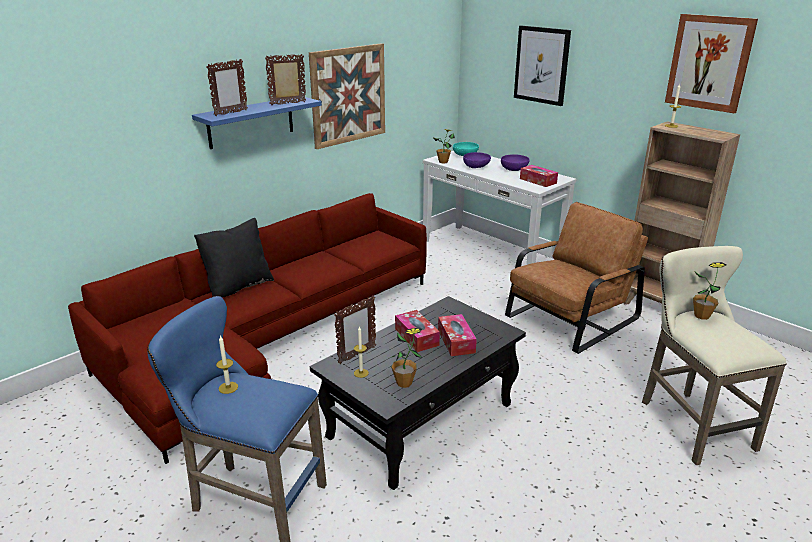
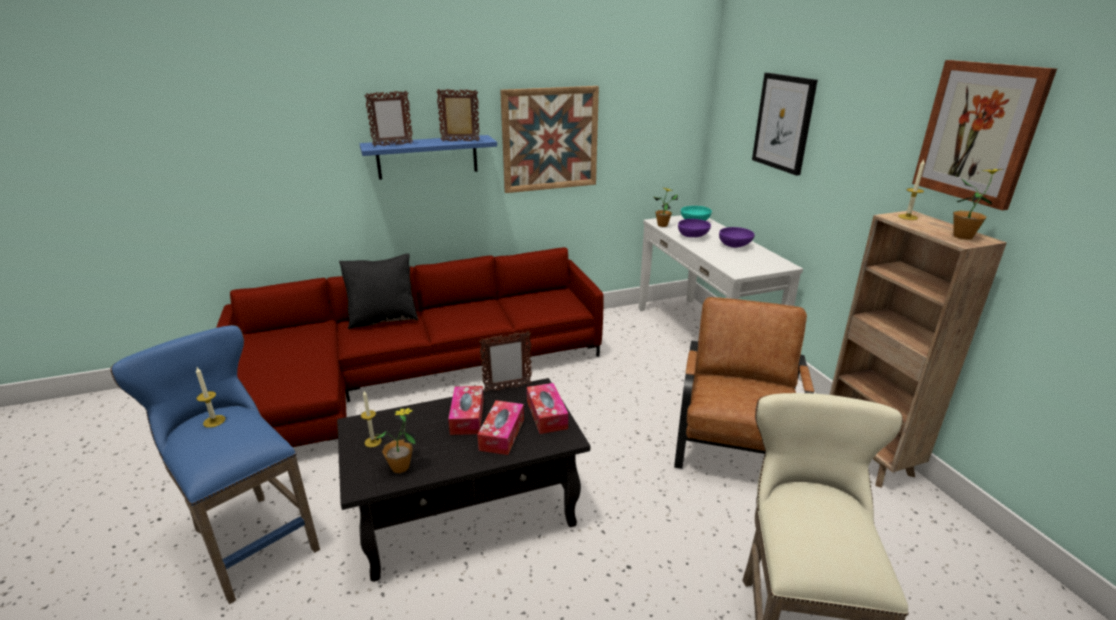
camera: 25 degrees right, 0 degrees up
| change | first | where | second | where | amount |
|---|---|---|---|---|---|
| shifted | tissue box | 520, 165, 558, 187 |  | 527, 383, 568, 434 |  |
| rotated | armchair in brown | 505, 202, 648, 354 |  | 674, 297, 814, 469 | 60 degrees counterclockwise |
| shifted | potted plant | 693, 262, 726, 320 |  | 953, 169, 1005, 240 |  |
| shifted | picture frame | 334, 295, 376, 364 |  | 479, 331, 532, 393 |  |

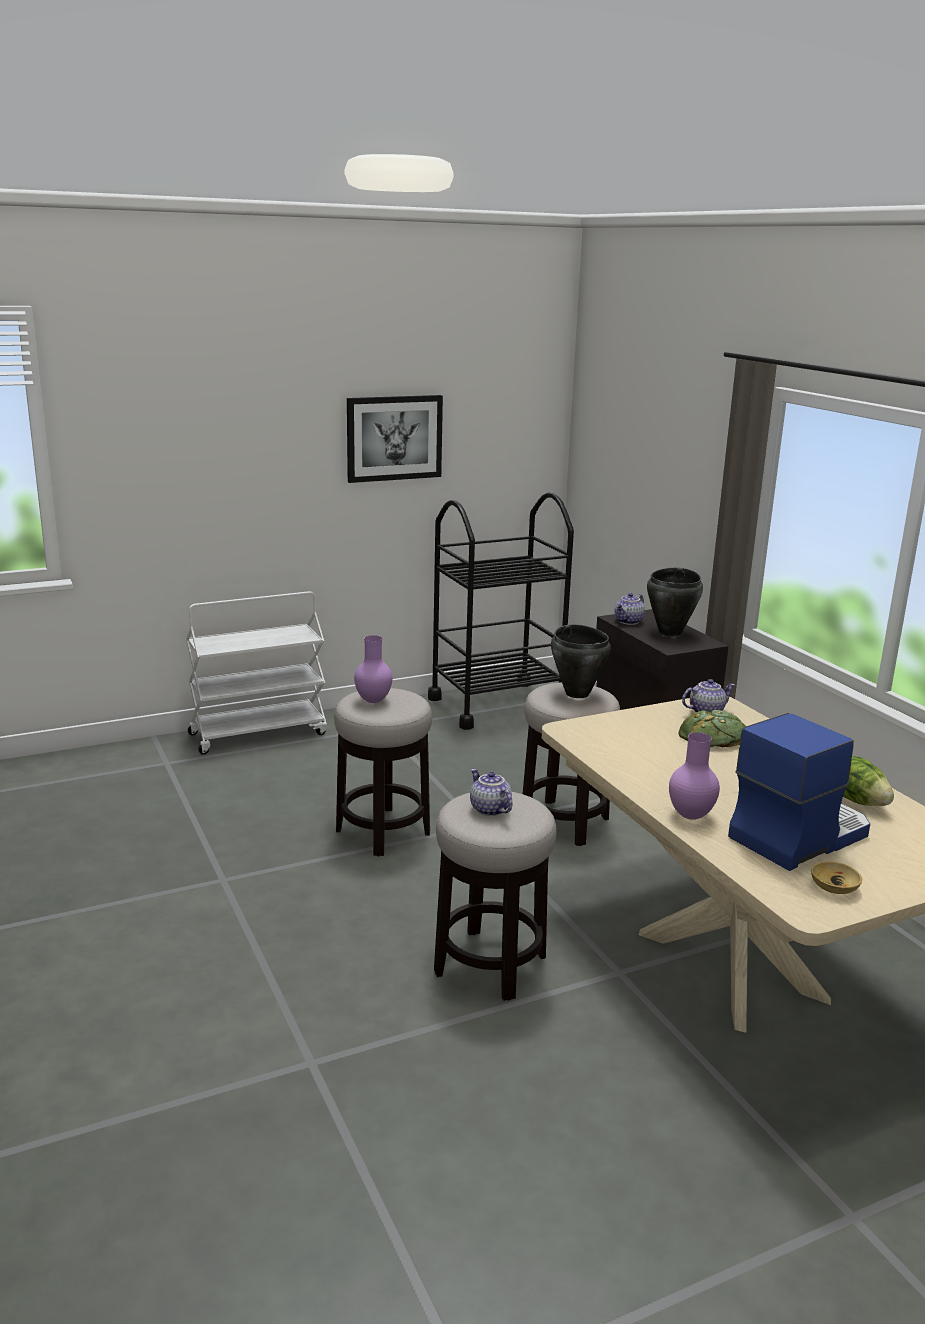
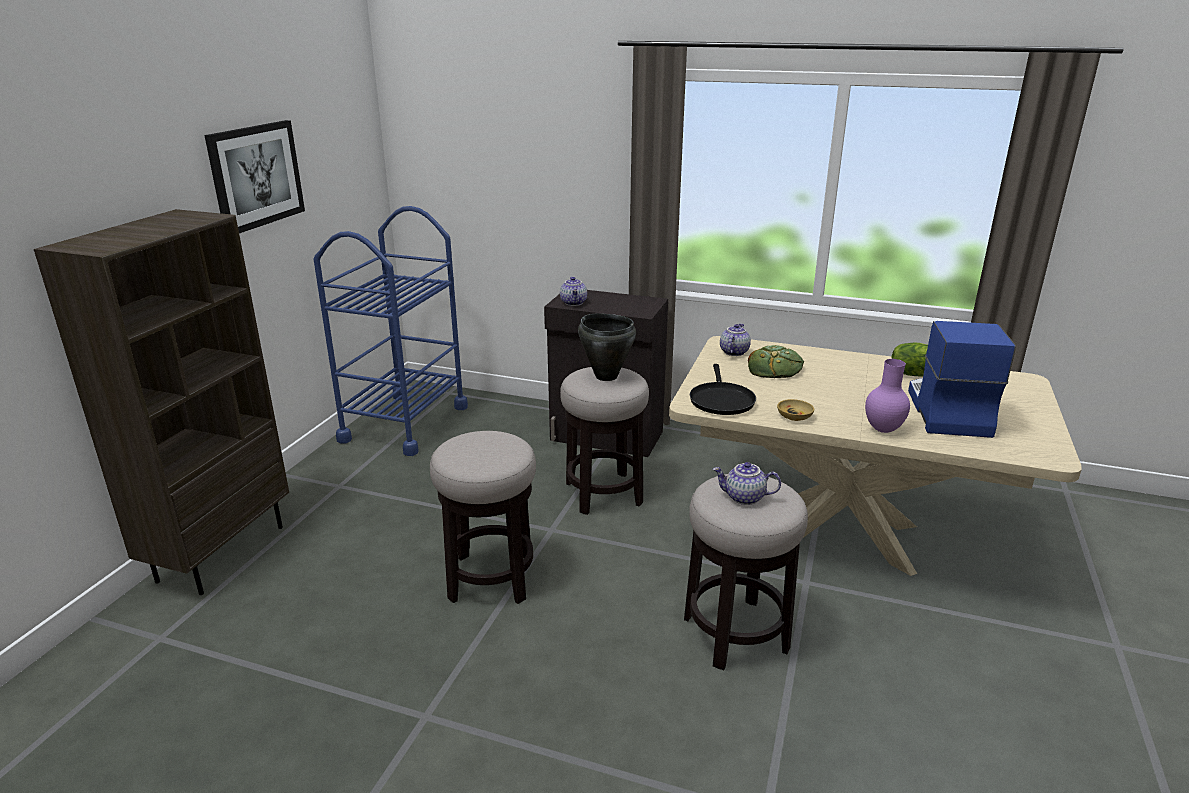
camera: 45 degrees left, 5 degrees up
| change | first | where | second | where | amount |
|---|---|---|---|---|---|
| repainted | cart in black | 428, 493, 574, 730 | cart in blue | 314, 206, 468, 456 |  |
| gone | cooking pot in black | 647, 568, 703, 636 |  |  |  |
| swapped | cart in white | 186, 591, 327, 755 | bookcase in brown | 34, 209, 289, 595 |  |
| gone | vase in purple | 354, 635, 393, 703 |  |  |  |
| shifted | bowl in beige | 811, 862, 862, 894 |  | 777, 399, 814, 421 |  |
| new |  |  | frying pan in black | 690, 364, 756, 415 |  |

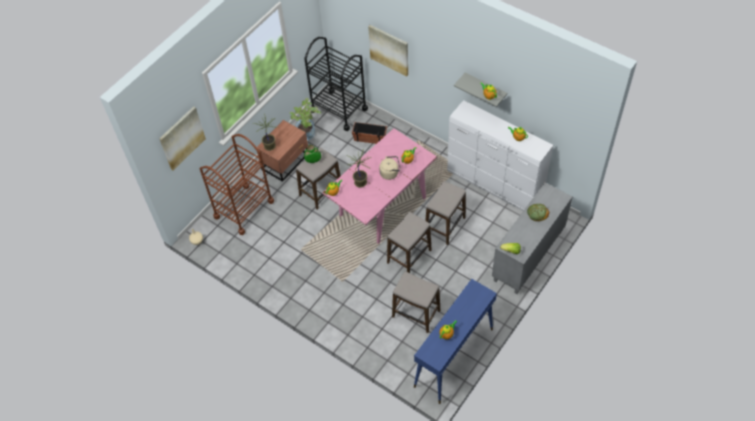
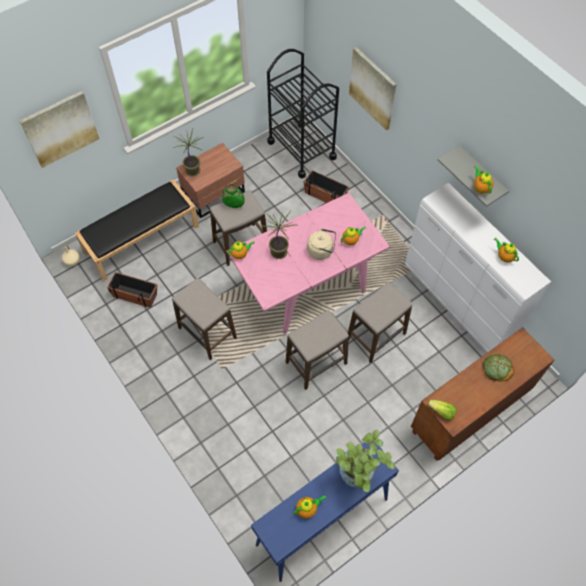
camera: 15 degrees right, 5 degrees up
| change | first | where | second | where | amount |
|---|---|---|---|---|---|
| shifted | potted plant | 289, 98, 321, 140 |  | 336, 429, 395, 492 |  |
| swapped | cart in brown | 200, 134, 274, 235 | bench in black | 75, 180, 199, 281 |  |
| repainted | cabinet in grey | 492, 183, 573, 294 | cabinet in brown | 411, 327, 555, 461 |  |
| shifted | stool | 392, 271, 440, 333 |  | 172, 278, 237, 360 |  |
| new |  |  | planter | 107, 272, 158, 308 |  |

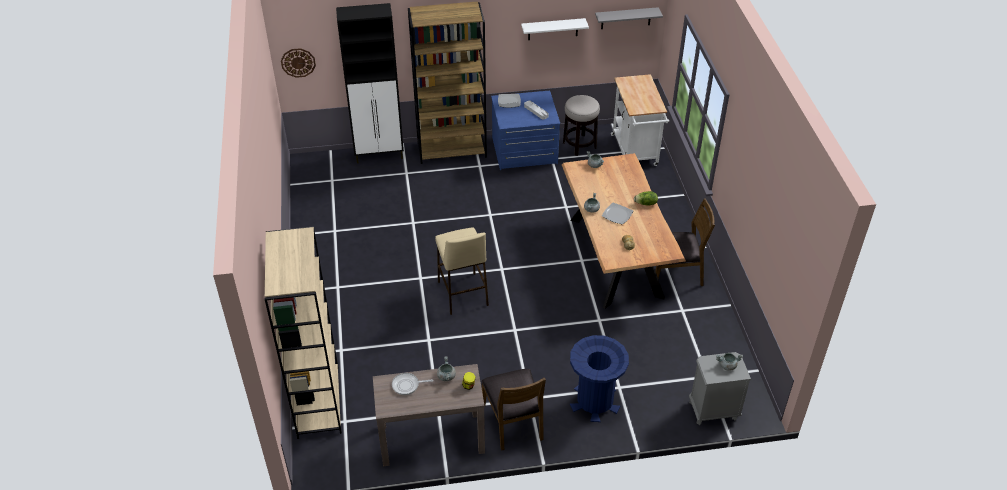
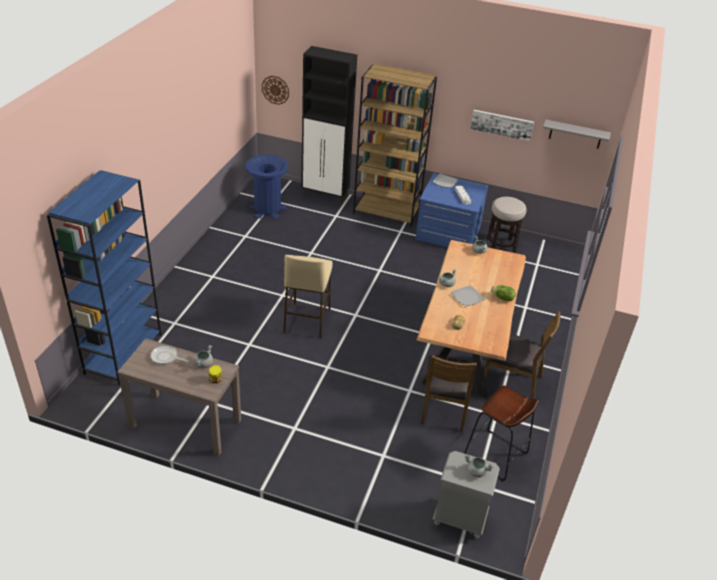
camera: 25 degrees right, 5 degrees down
| change | first | where | second | where | amount |
|---|---|---|---|---|---|
| swapped | shelf in white | 521, 18, 589, 40 | picture | 470, 110, 534, 141 |  |
| gone | cart in white | 611, 74, 669, 166 |  |  |  |
| repainted | bookcase in beige | 265, 226, 342, 439 | bookcase in blue | 47, 170, 162, 386 |  |
| shifted | trash can in blue | 570, 335, 629, 422 |  | 245, 154, 289, 219 |  |
| shifted | chair in brown | 481, 369, 546, 451 |  | 421, 355, 477, 432 |  |
| new |  |  | stool in brown | 464, 386, 538, 481 |  |

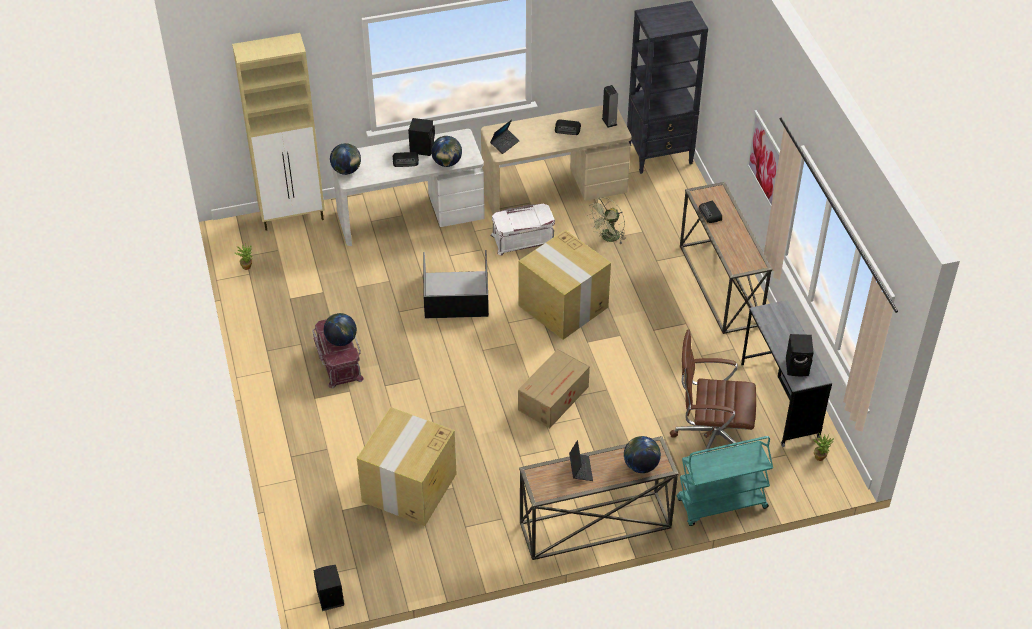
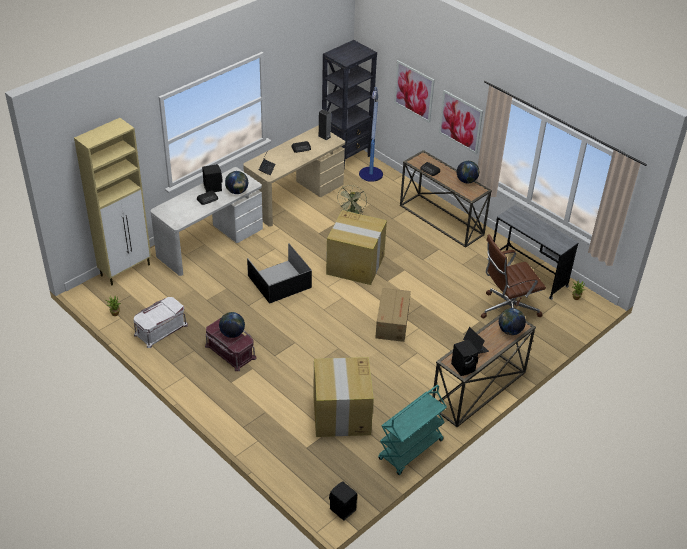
camera: 30 degrees left, 5 degrees down
| change | first | where | second | where | amount |
|---|---|---|---|---|---|
| shifted | globe | 330, 143, 361, 175 |  | 457, 161, 479, 184 |  |
| shifted | storage box in white | 491, 203, 555, 255 |  | 134, 297, 188, 348 |  |
| shifted | speaker in black | 786, 334, 814, 376 |  | 451, 339, 479, 376 |  |
| shifted | cart in turquoise | 677, 436, 773, 526 |  | 378, 385, 447, 475 |  |
| new |  |  | picture | 394, 60, 435, 123 |  |
| new |  |  | floor lamp | 359, 87, 383, 182 |  |

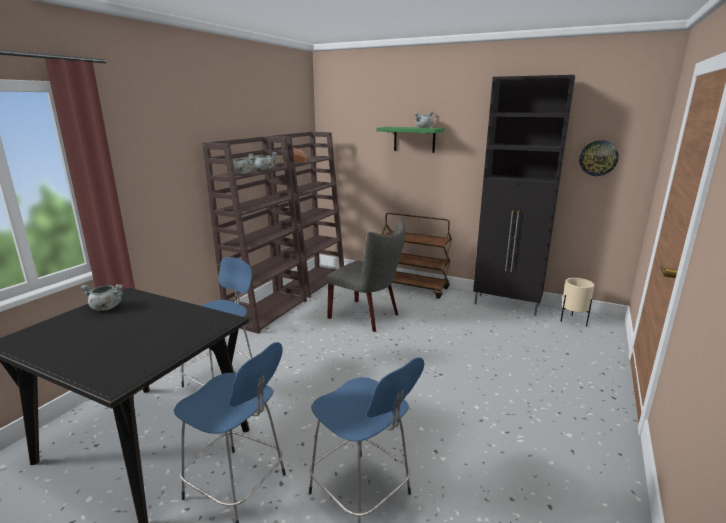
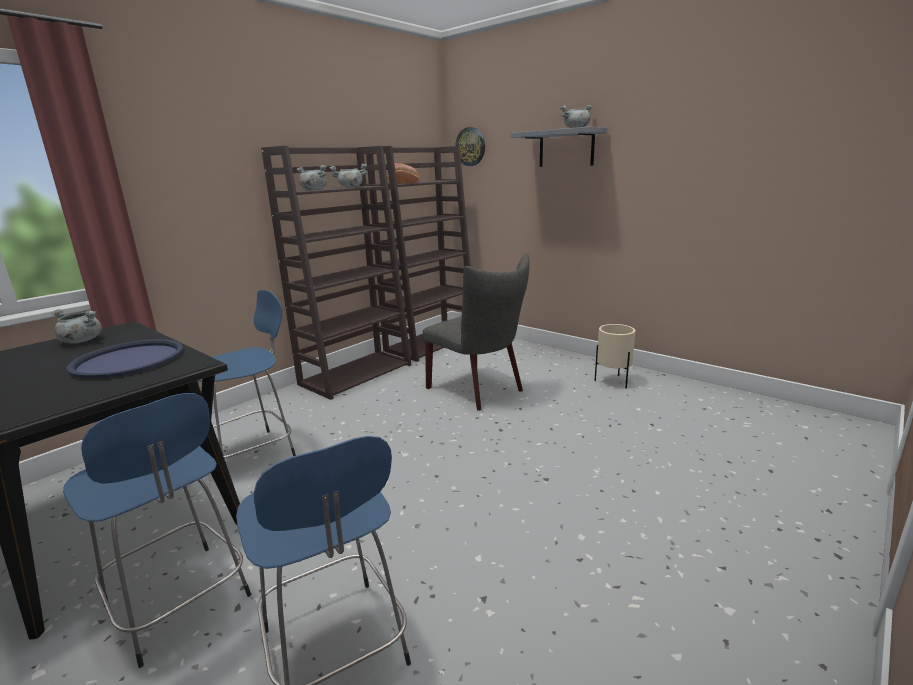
camera: 15 degrees right, 0 degrees up
| change | first | where | second | where | amount |
|---|---|---|---|---|---|
| gone | cabinet in black | 473, 75, 575, 316 |  |  |  |
| repainted | shelf in green | 376, 127, 445, 153 | shelf in grey | 511, 127, 608, 167 |  |
| shifted | wall clock | 579, 140, 619, 176 |  | 455, 127, 485, 166 |  |
| gone | cart in brown | 382, 213, 452, 299 |  |  |  |
| shifted | planter in beige | 560, 278, 594, 327 |  | 594, 324, 635, 389 |  |
| new |  |  | tray in blue | 66, 339, 183, 379 |  |

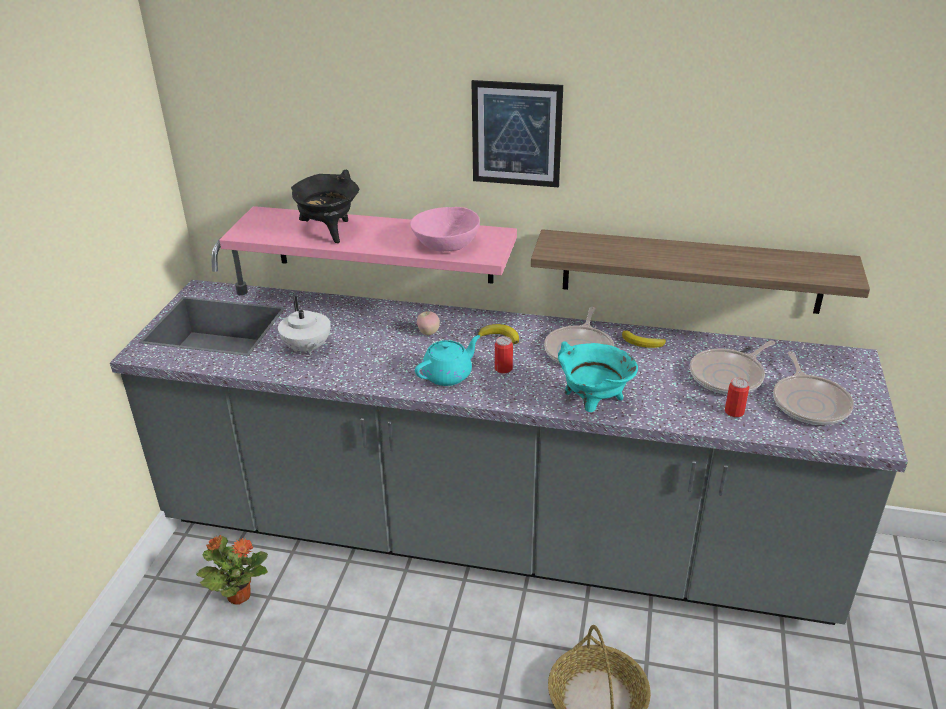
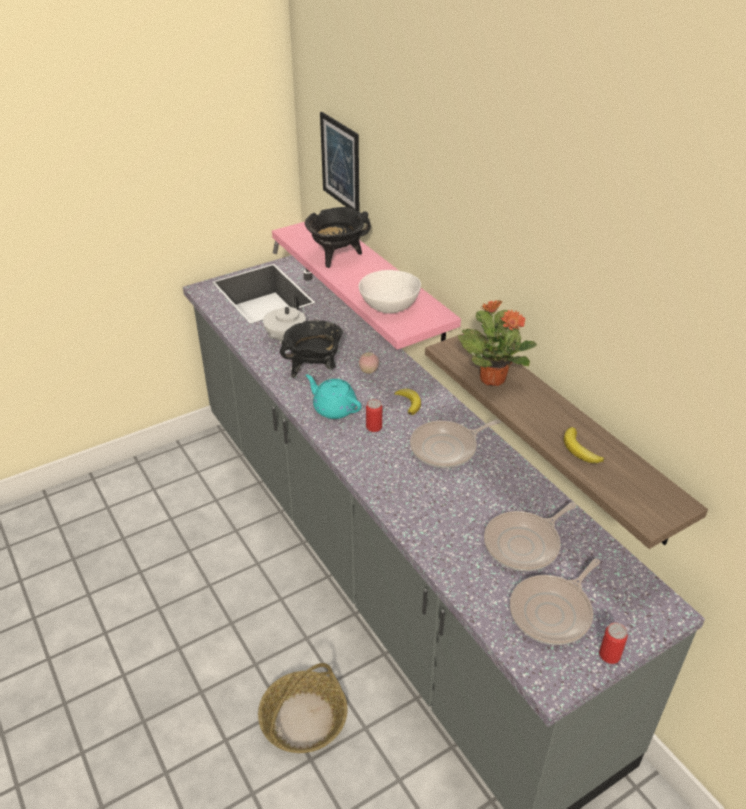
camera: 45 degrees right, 5 degrees up
| change | first | where | second | where | amount |
|---|---|---|---|---|---|
| shifted | picture | 472, 80, 563, 187 |  | 320, 112, 359, 211 |  |
| repainted | bowl in pink | 410, 207, 480, 252 | bowl in white | 359, 270, 421, 313 |  |
| shifted | banana | 622, 330, 666, 348 |  | 564, 427, 604, 463 |  |
| rotated | teapot in turquoise | 415, 335, 480, 386 |  | 306, 374, 362, 419 | 150 degrees counterclockwise |
| rotated | frying pan | 690, 340, 775, 394 |  | 484, 502, 576, 571 | 45 degrees counterclockwise |
| gone | cooking pot in turquoise | 558, 341, 638, 412 |  |  |  |
| shifted | can | 725, 378, 749, 417 |  | 599, 623, 628, 664 |  |
| shifted | potted plant | 196, 535, 268, 605 |  | 458, 300, 537, 386 |  |
| new |  |  | cooking pot in black | 280, 320, 343, 378 |  |

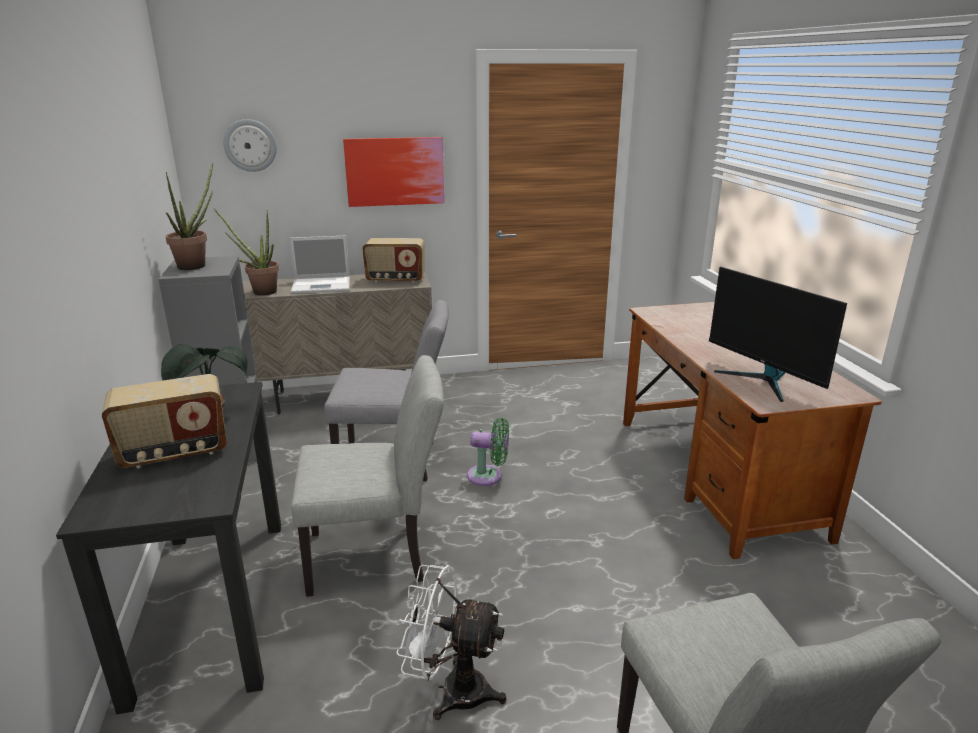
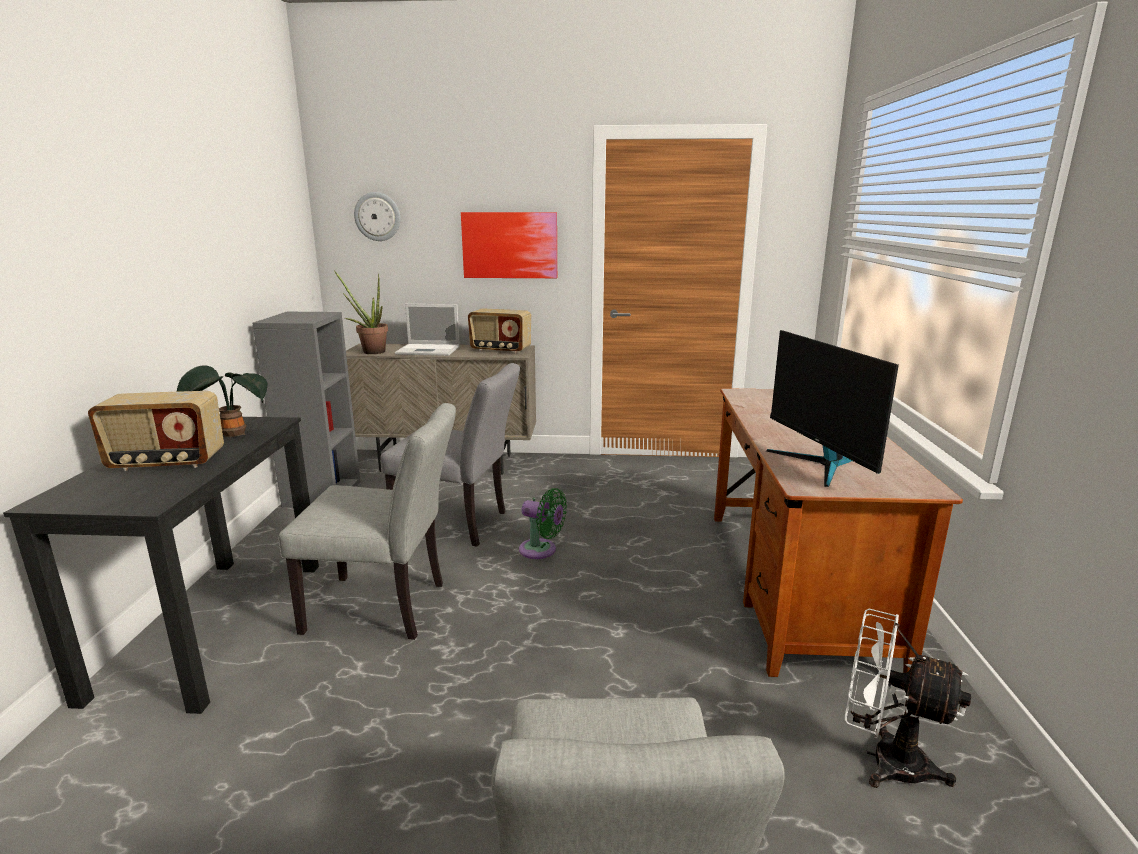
camera: 15 degrees right, 5 degrees down
| change | first | where | second | where | amount |
|---|---|---|---|---|---|
| gone | potted plant | 165, 162, 213, 270 |  |  |  |
| shifted | fan in white | 396, 565, 506, 720 |  | 845, 609, 971, 788 |  |

